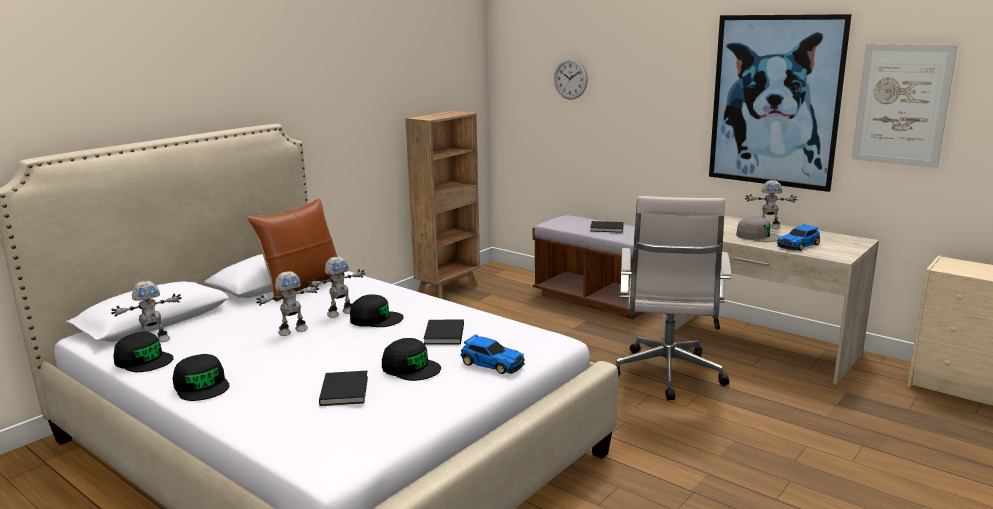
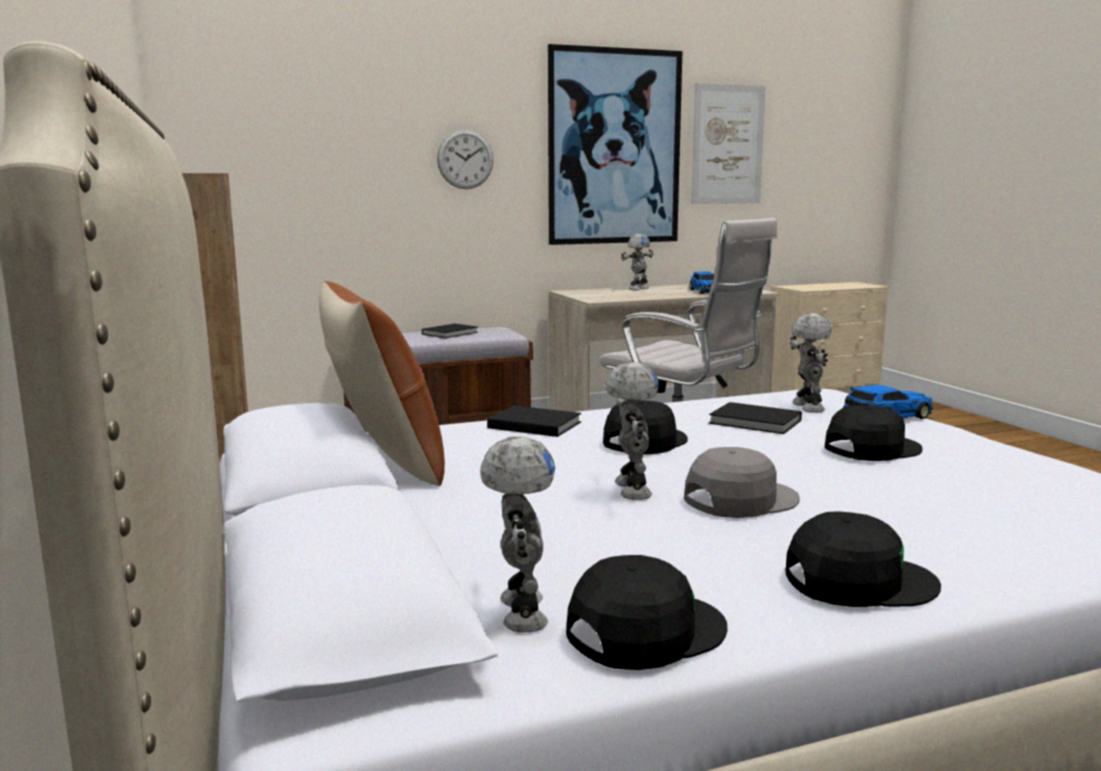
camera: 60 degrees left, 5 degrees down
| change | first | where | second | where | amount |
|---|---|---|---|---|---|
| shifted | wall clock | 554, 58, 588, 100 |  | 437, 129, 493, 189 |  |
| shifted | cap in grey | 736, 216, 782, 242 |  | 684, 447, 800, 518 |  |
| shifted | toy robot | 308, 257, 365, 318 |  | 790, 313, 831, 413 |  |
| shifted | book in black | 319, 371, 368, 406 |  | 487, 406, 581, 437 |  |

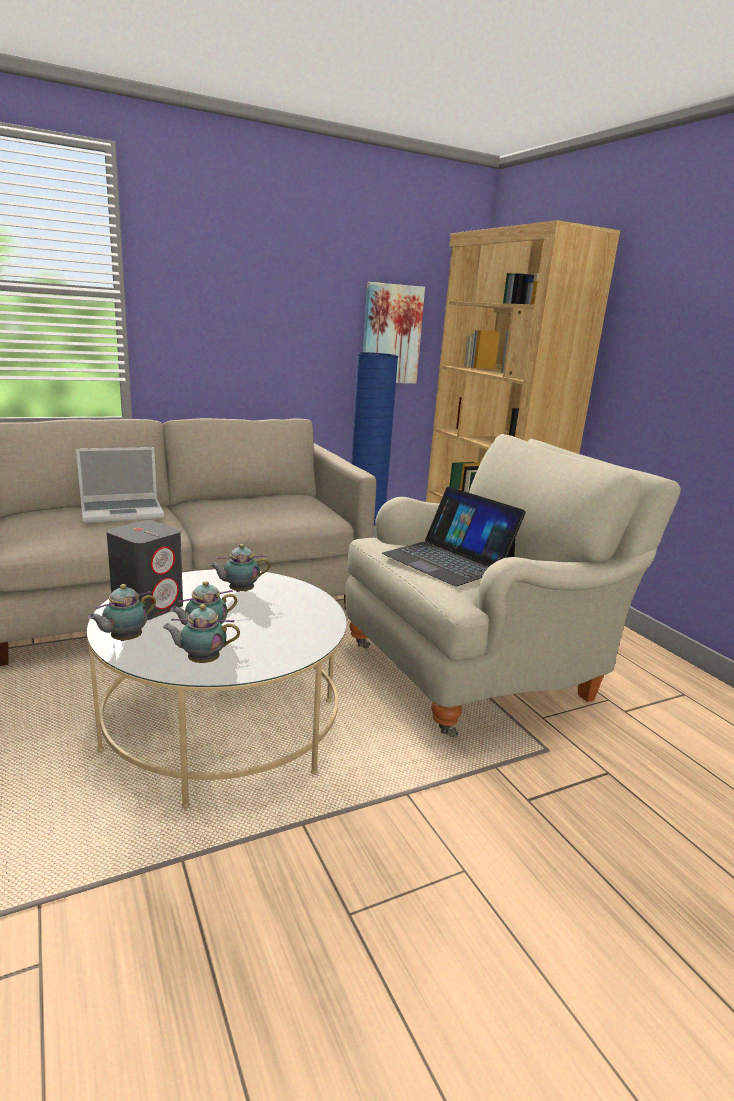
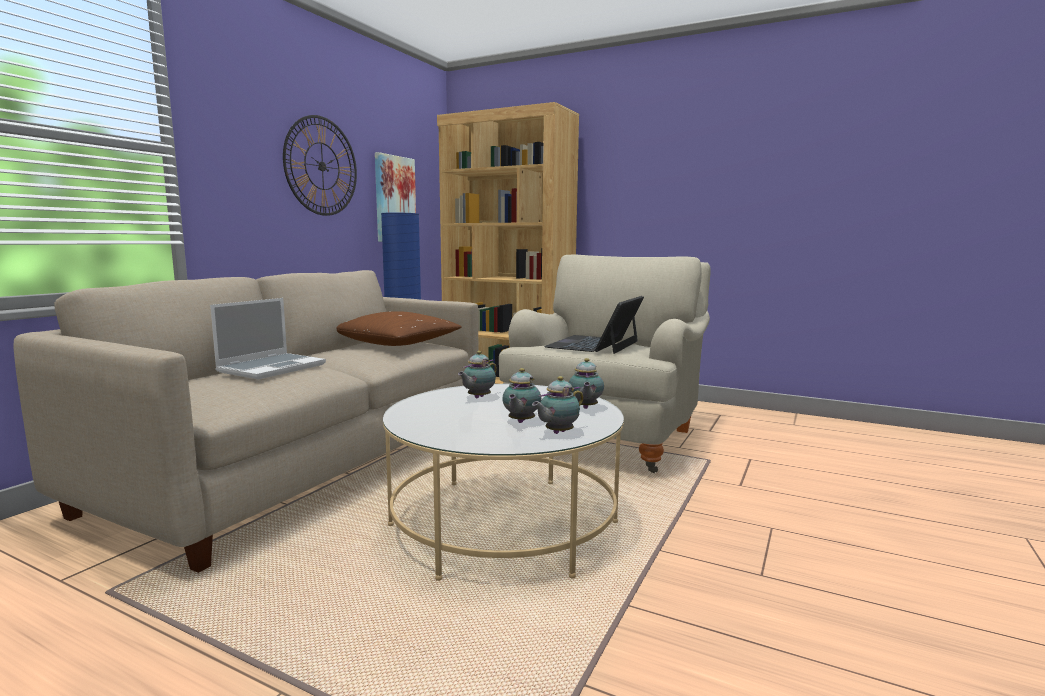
camera: 35 degrees left, 10 degrees down
| change | first | where | second | where | amount |
|---|---|---|---|---|---|
| rotated | laptop | 382, 486, 526, 586 |  | 544, 296, 644, 354 | 105 degrees clockwise |
| gone | speaker in grey | 107, 520, 183, 620 |  |  |  |
| shifted | teapot | 88, 584, 156, 641 |  | 569, 358, 604, 409 |  |
| new |  |  | wall clock | 283, 115, 357, 216 |  |
| new |  |  | pillow in brown | 337, 311, 462, 346 |  |

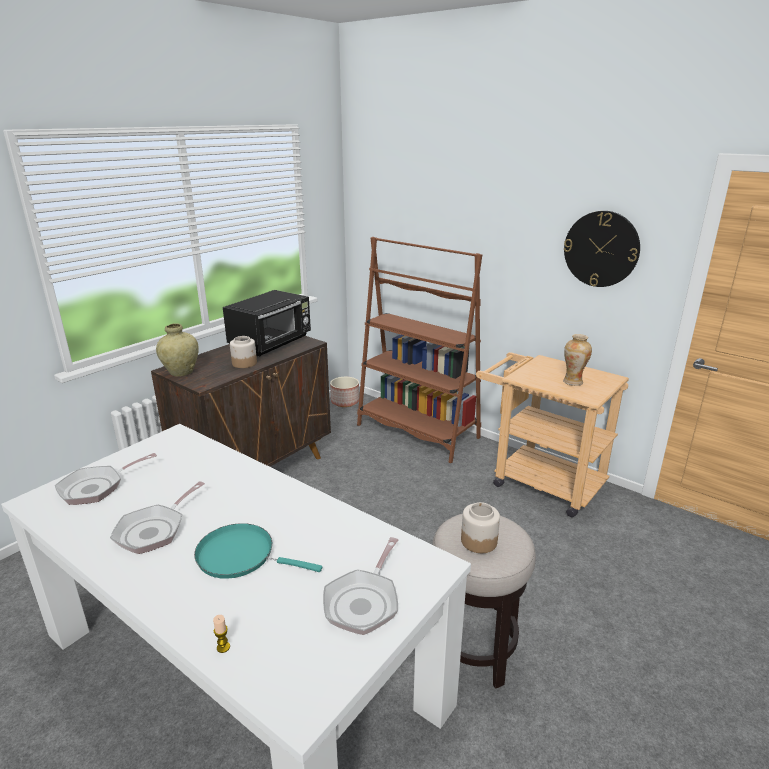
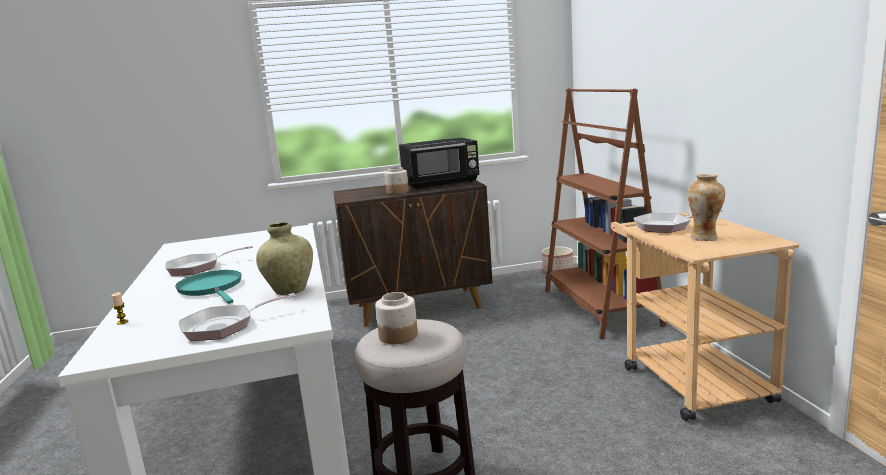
camera: 40 degrees right, 10 degrees down
| change | first | where | second | where | amount |
|---|---|---|---|---|---|
| gone | wall clock | 564, 211, 640, 287 |  |  |  |
| shifted | vase in beige | 156, 324, 199, 377 |  | 256, 222, 313, 295 |  |
| shifted | frying pan | 55, 453, 157, 505 |  | 633, 209, 723, 233 |  |

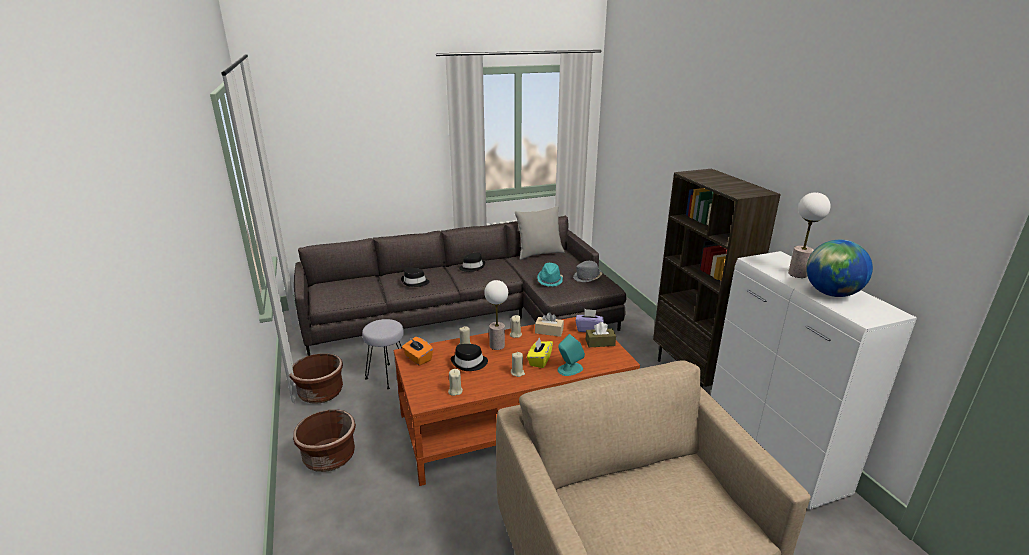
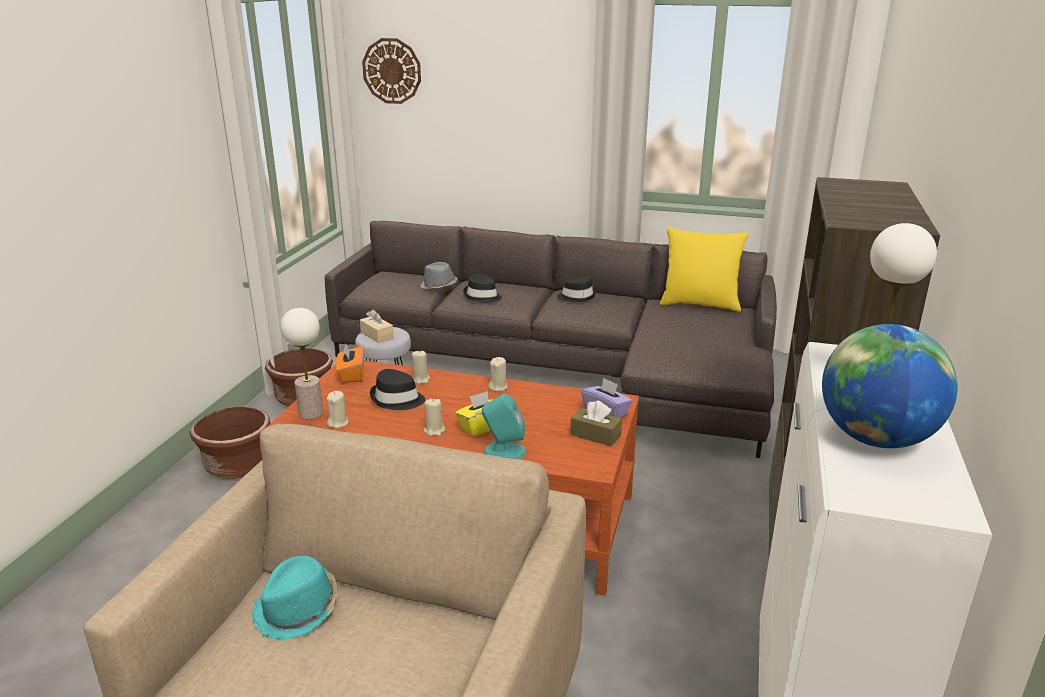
camera: 35 degrees right, 0 degrees up
| change | first | where | second | where | amount |
|---|---|---|---|---|---|
| repainted | pillow in grey | 515, 206, 564, 260 | pillow in yellow | 660, 227, 749, 312 |  |
| shifted | hat in grey | 573, 261, 602, 282 |  | 420, 262, 458, 289 |  |
| shifted | hat in turquoise | 537, 263, 563, 287 |  | 252, 556, 338, 641 |  |
| shifted | table lamp | 484, 280, 508, 350 |  | 280, 308, 323, 419 |  |
| shifted | tissue box in beige | 535, 312, 564, 337 |  | 360, 309, 394, 343 |  |
| new |  |  | wall clock | 362, 38, 421, 104 |  |

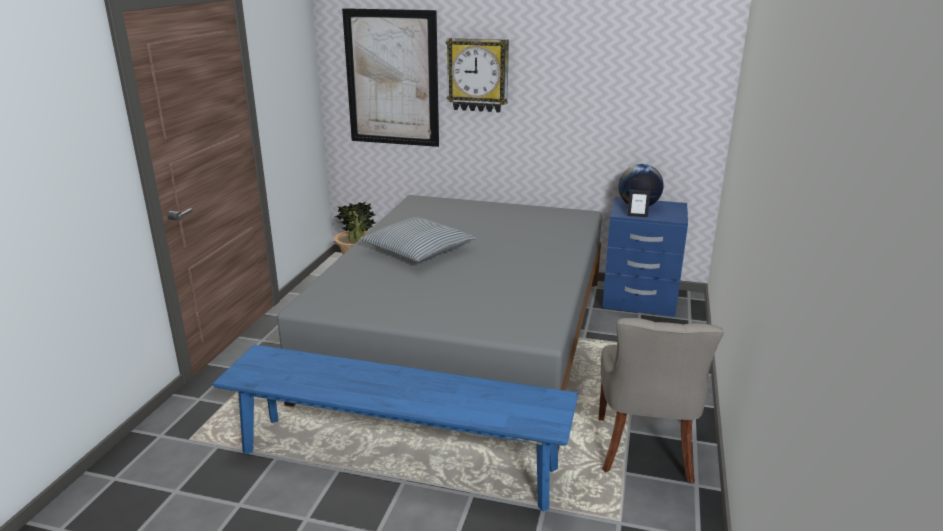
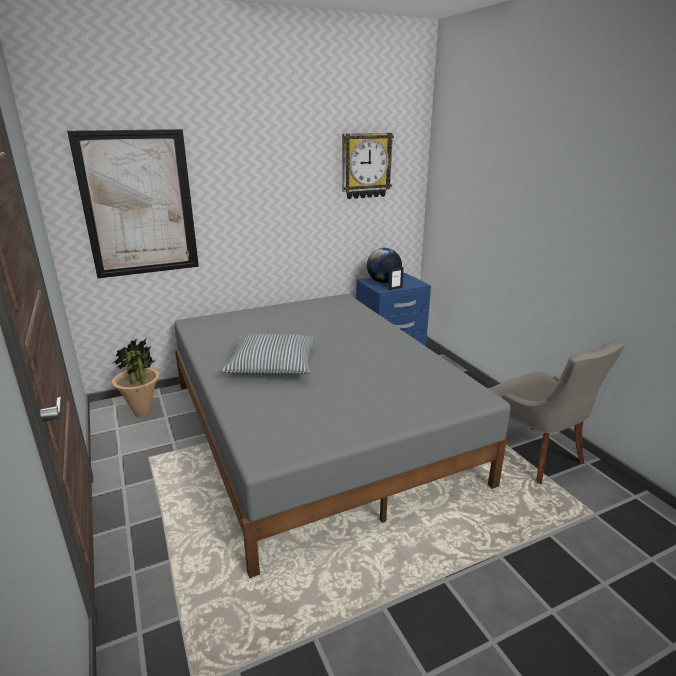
camera: 40 degrees left, 0 degrees up
| change | first | where | second | where | amount |
|---|---|---|---|---|---|
| shifted | wall clock | 446, 38, 509, 112 |  | 342, 133, 394, 199 |  |
| gone | bench in blue | 212, 344, 579, 511 |  |  |  |

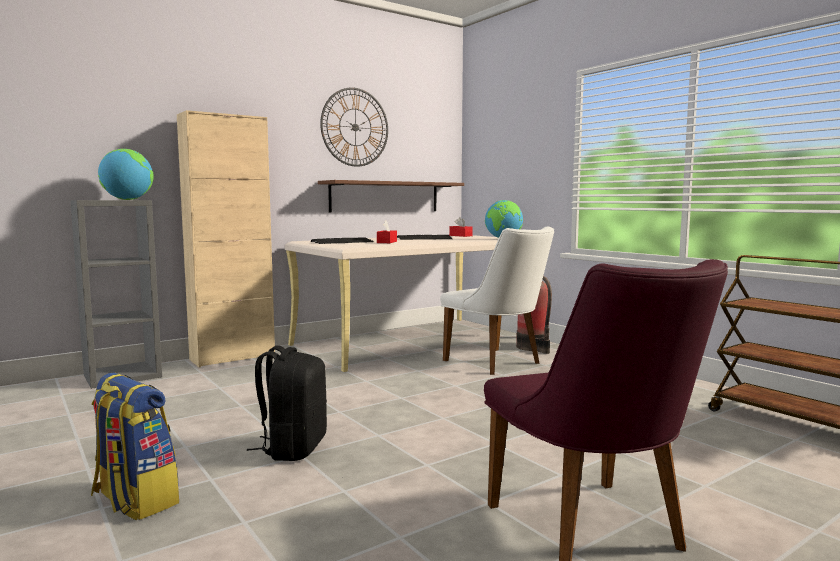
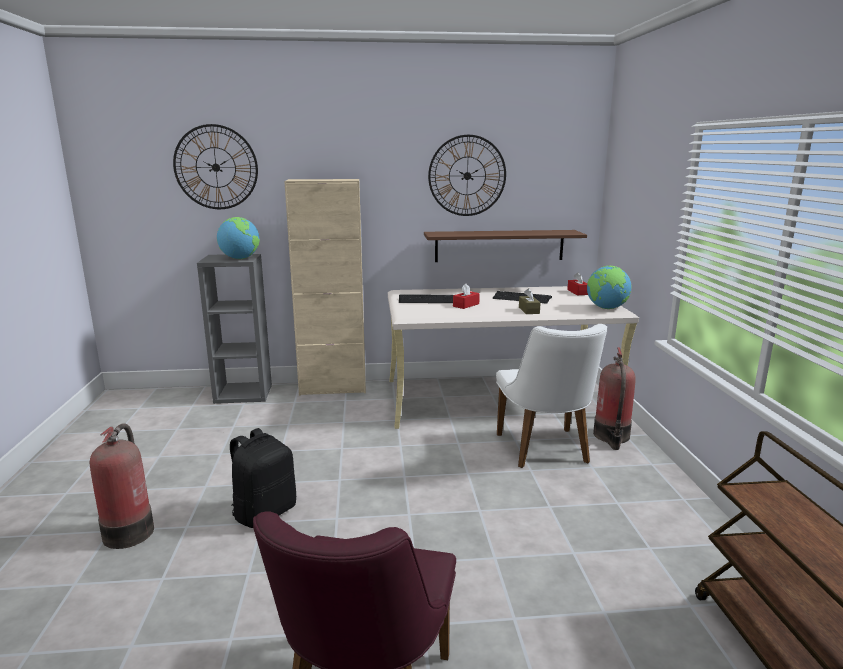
camera: 30 degrees right, 10 degrees up
| change | first | where | second | where | amount |
|---|---|---|---|---|---|
| swapped | backpack | 91, 372, 179, 521 | fire extinguisher | 90, 423, 154, 549 |  |
| new |  |  | wall clock | 173, 124, 258, 209 |  |
| new |  |  | tissue box in brown | 519, 288, 541, 314 |  |

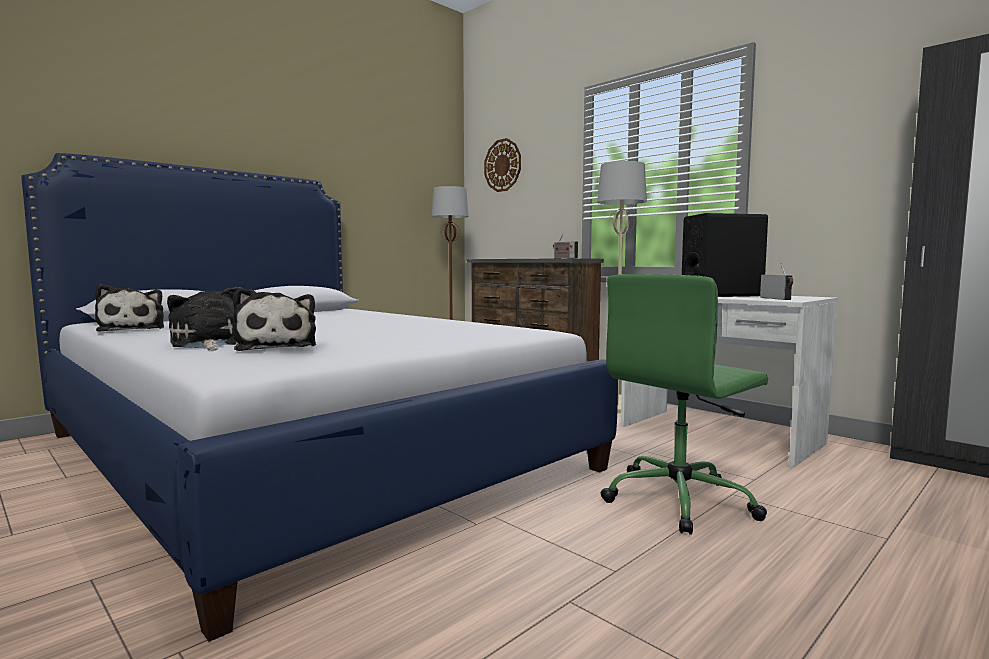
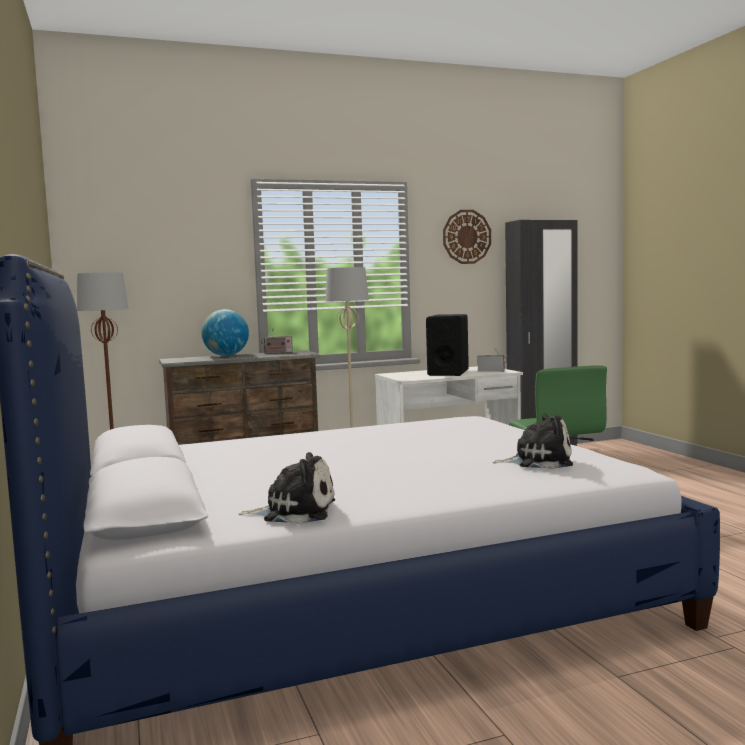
camera: 65 degrees left, 0 degrees up
| change | first | where | second | where | amount |
|---|---|---|---|---|---|
| shifted | wall clock | 484, 138, 521, 192 |  | 443, 210, 491, 264 |  |
| gone | plush toy | 167, 287, 239, 350 |  |  |  |
| new |  |  | globe | 202, 309, 249, 356 |  |

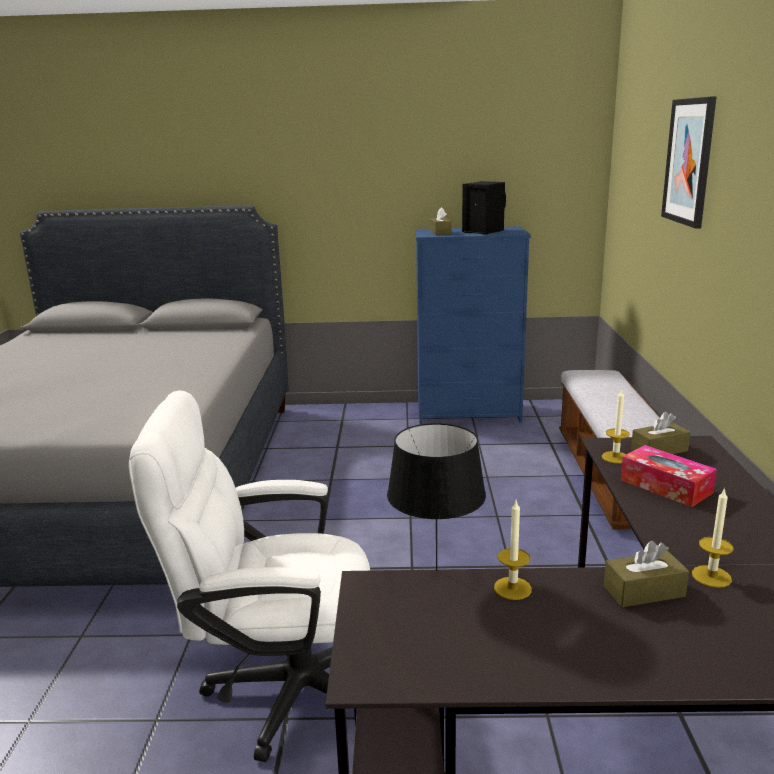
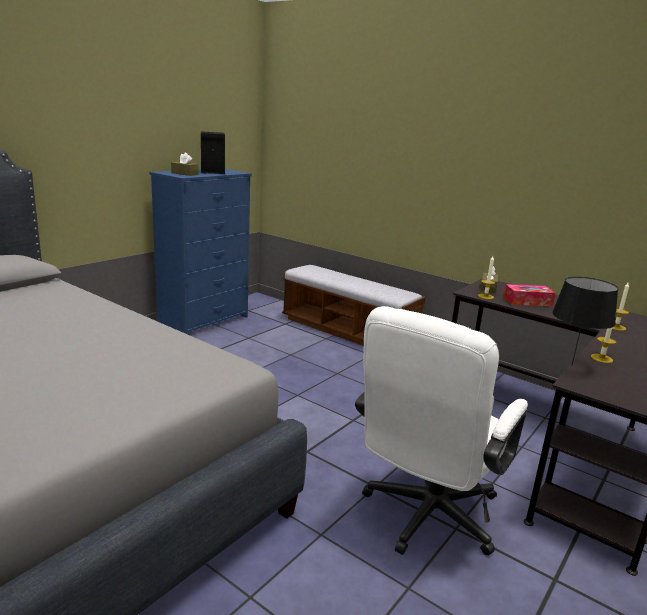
camera: 55 degrees left, 0 degrees up
| change | first | where | second | where | amount |
|---|---|---|---|---|---|
| gone | picture | 661, 96, 716, 229 |  |  |  |
| gone | tissue box in brown | 604, 541, 689, 607 |  |  |  |

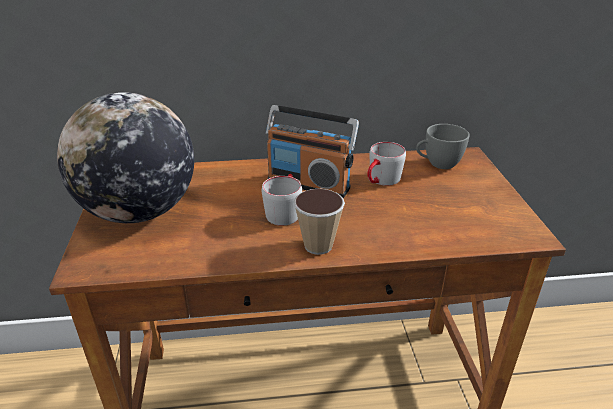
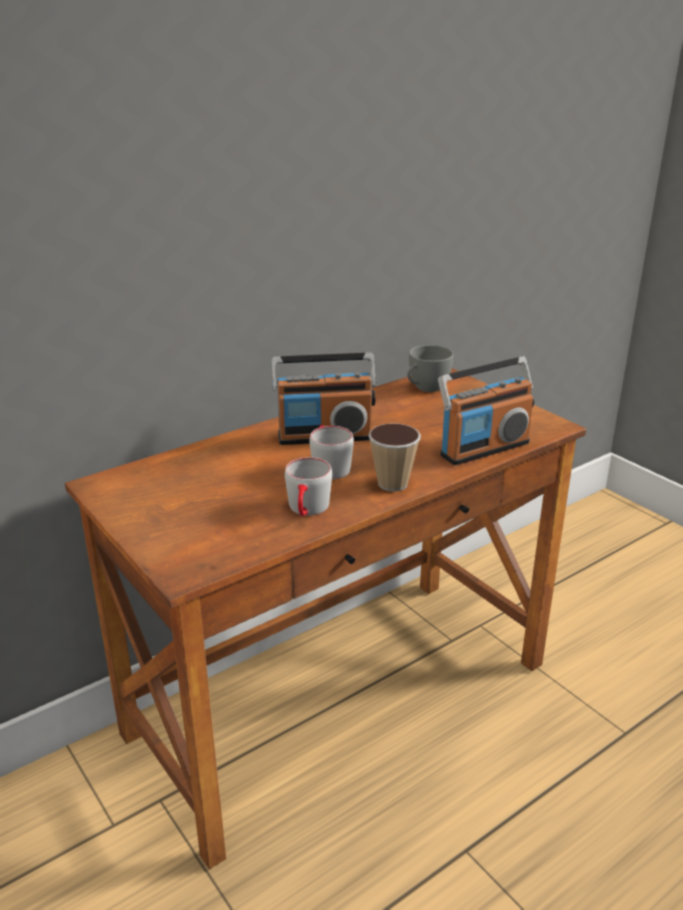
camera: 30 degrees left, 5 degrees down
| change | first | where | second | where | amount |
|---|---|---|---|---|---|
| gone | globe | 57, 92, 194, 223 |  |  |  |
| shifted | mug in grey | 367, 142, 406, 186 |  | 285, 457, 332, 517 |  |
| new |  |  | radio | 438, 356, 534, 465 |  |

